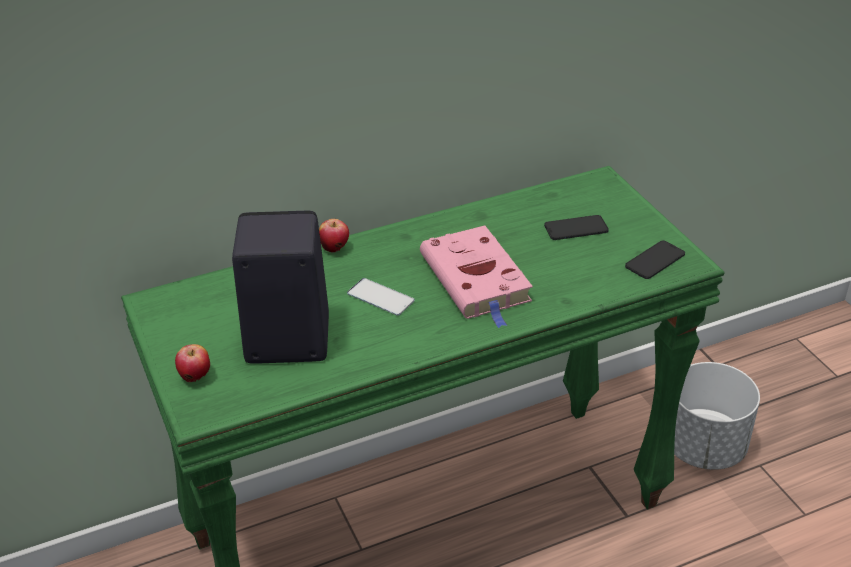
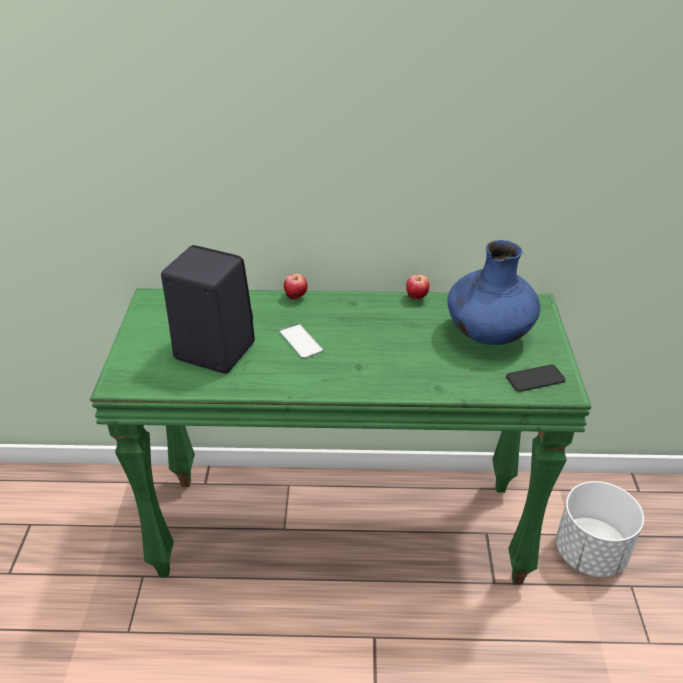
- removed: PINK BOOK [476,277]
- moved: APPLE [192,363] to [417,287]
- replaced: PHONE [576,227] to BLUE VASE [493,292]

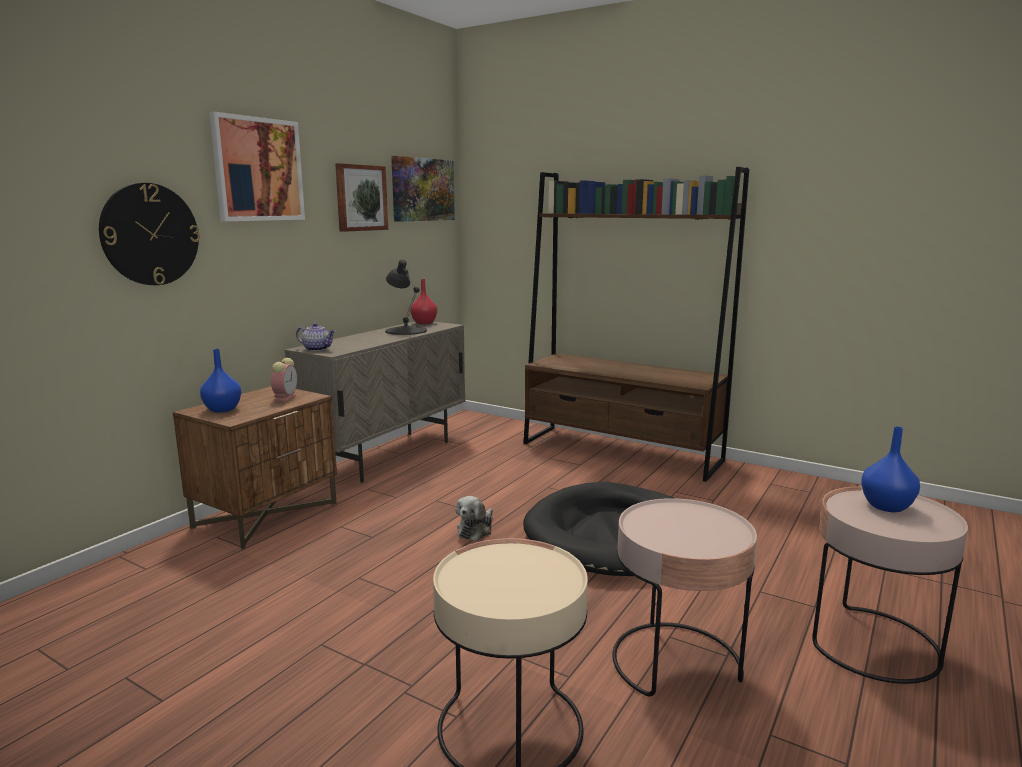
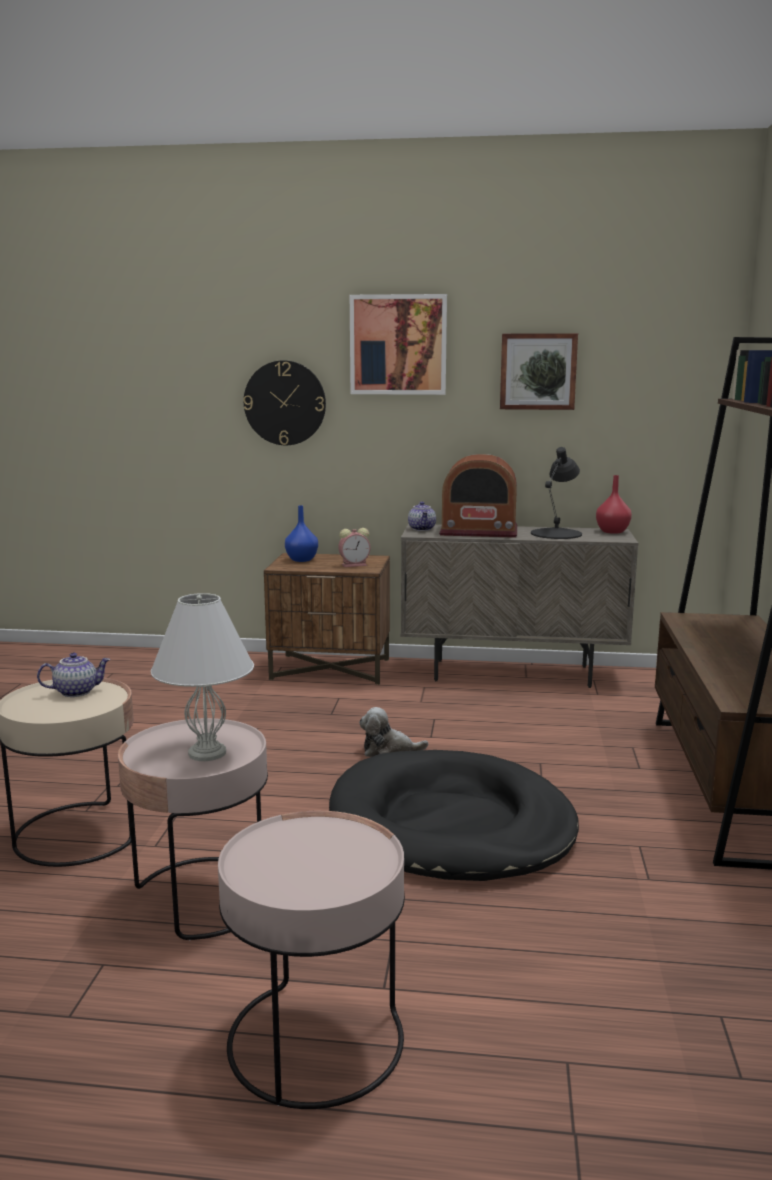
- removed: PICTURE [423,189]
- removed: BLUE VASE [890,469]
- added: TEAPOT [74,675]
- added: WHITE TABLE LAMP [202,677]
- added: RADIO [478,496]

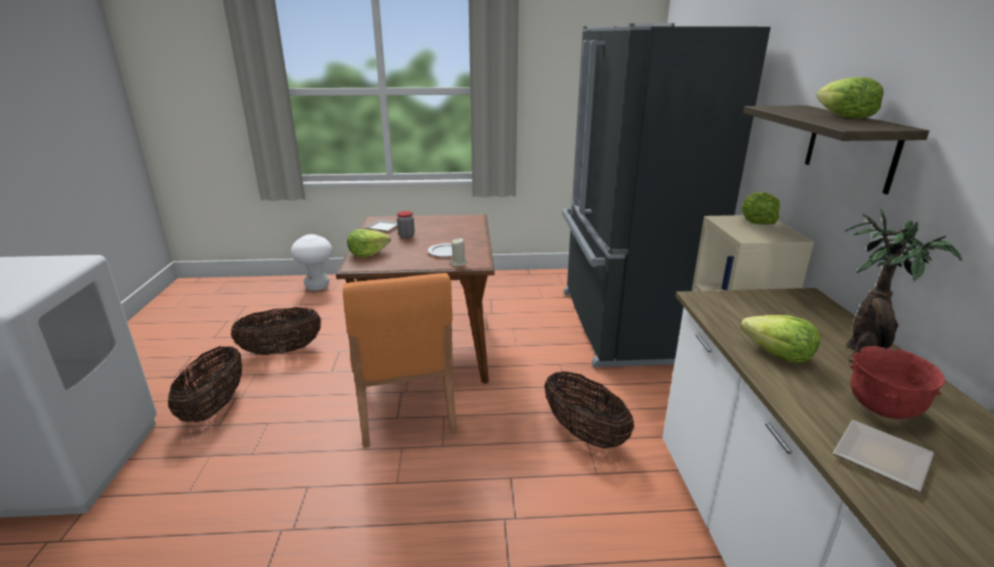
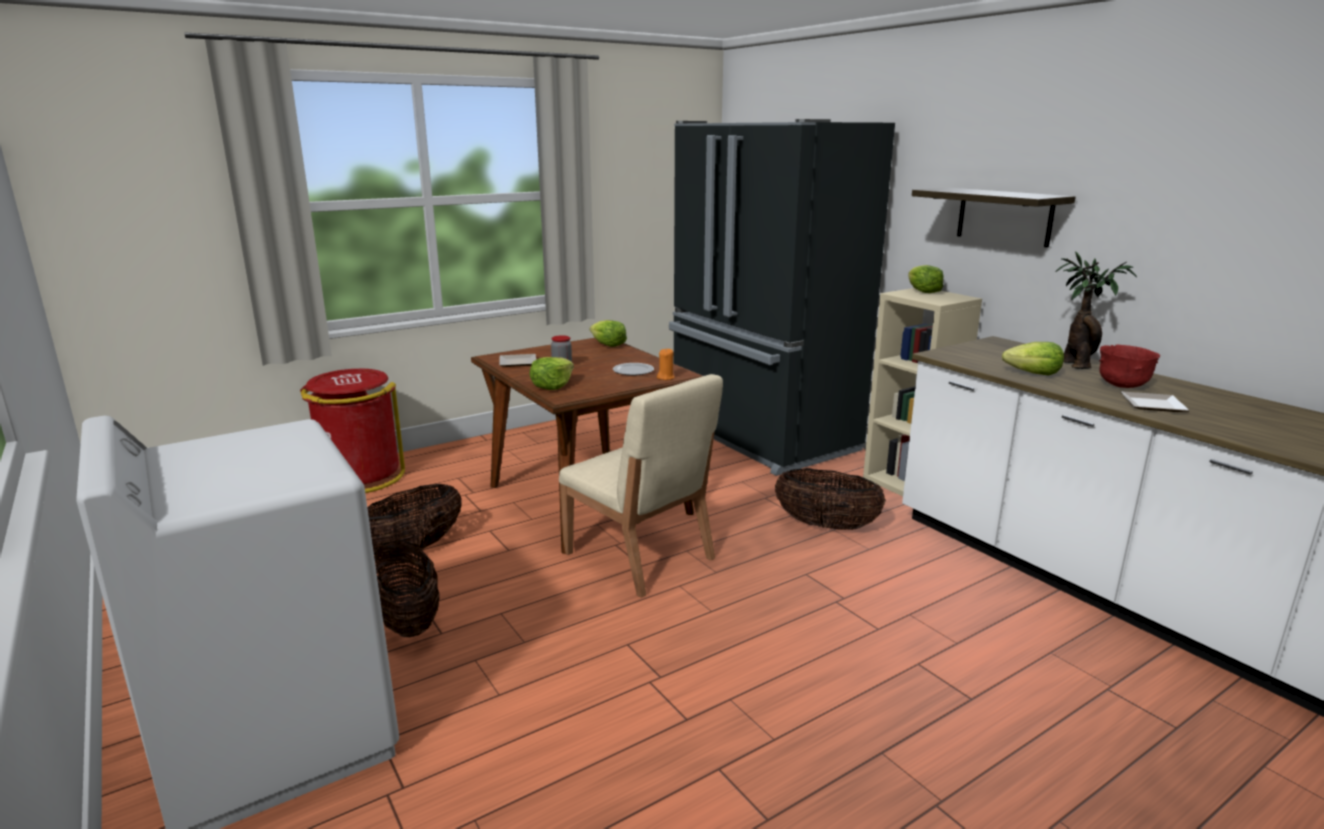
- moved: LETTUCE [849,98] to [608,333]
- replaced: WHITE STOOL [311,262] to RED TRASH CAN [352,431]
- recoloured: ORANGE CHAIR [400,360] to BEIGE CHAIR [641,486]
- recoloured: BEIGE CANDLE [458,252] to ORANGE CANDLE [666,364]

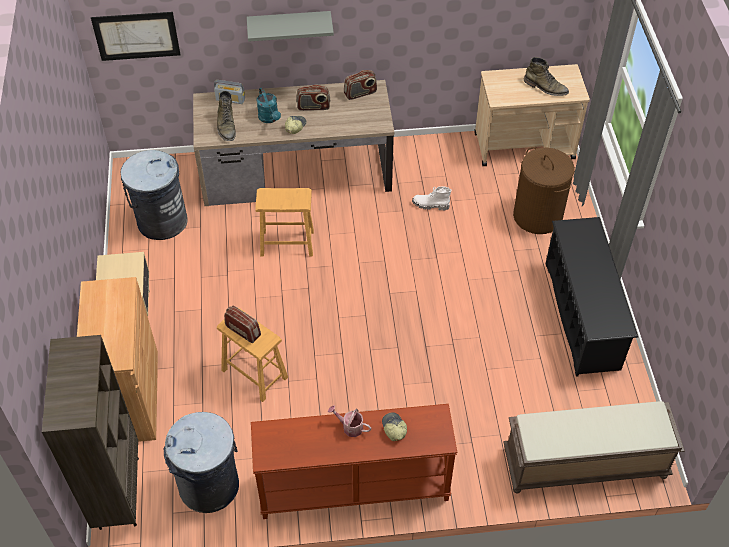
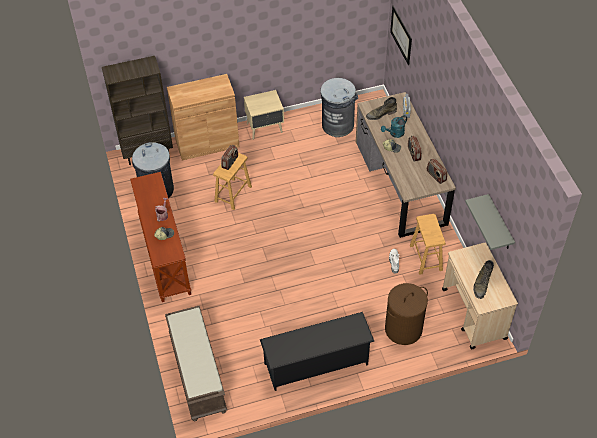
- moved: GREY SHELF [290,26] to [490,222]
- moved: BROWN STOOL [284,222] to [428,244]

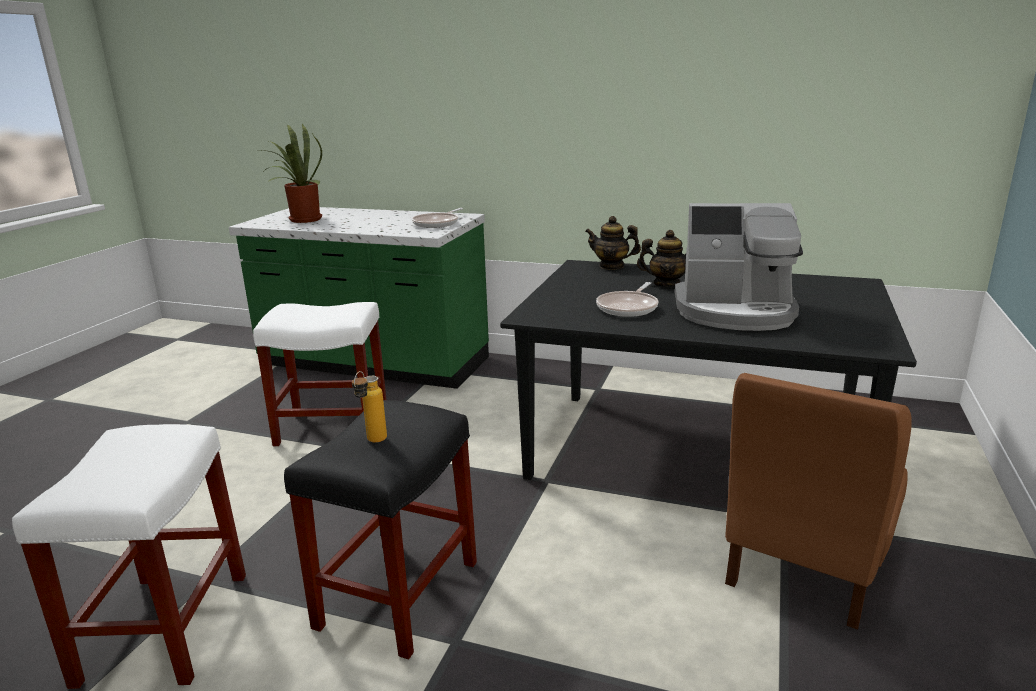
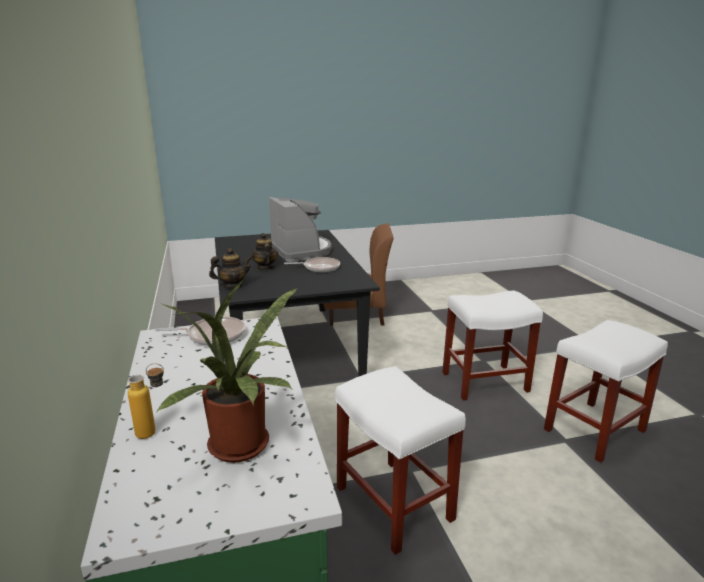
- moved: BOTTLE [369,407] to [146,401]
- recoloured: BLACK STOOL [380,529] to WHITE STOOL [492,345]
- turned: TEAPOT [613,243] = [230,268] 90 degrees counterclockwise

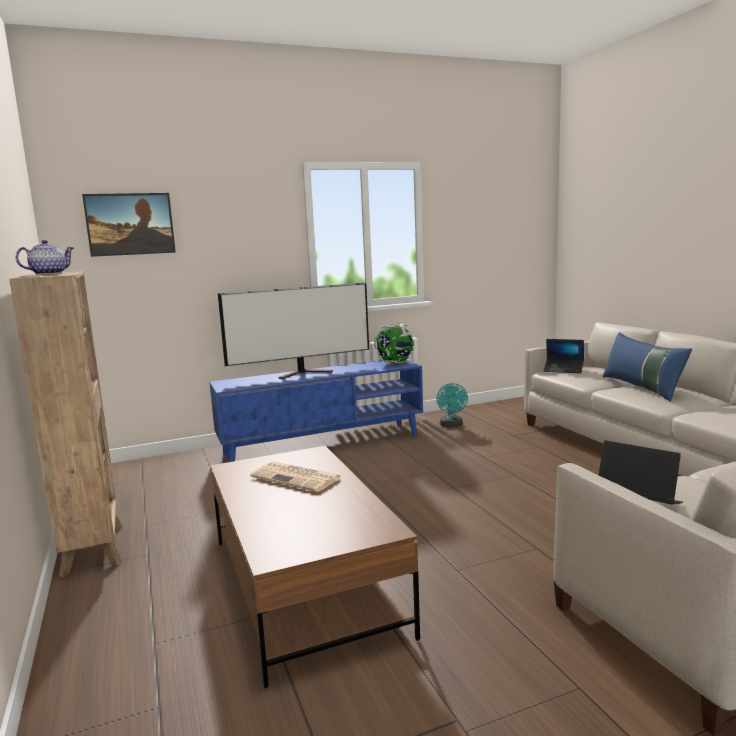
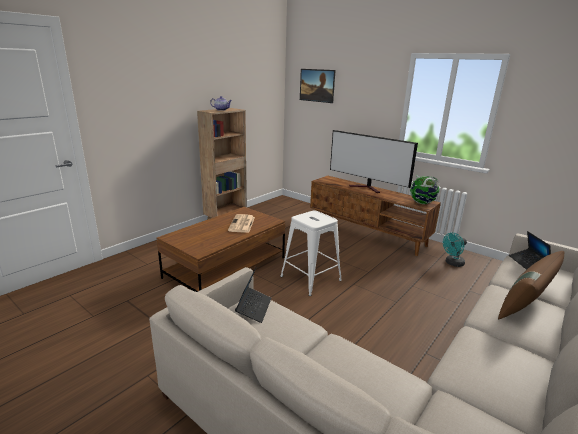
- added: WHITE STOOL [311,253]
- recoloured: BLUE TV STAND [316,411] to BROWN TV STAND [375,216]
- recoloured: BLUE PILLOW [647,366] to BROWN PILLOW [531,285]

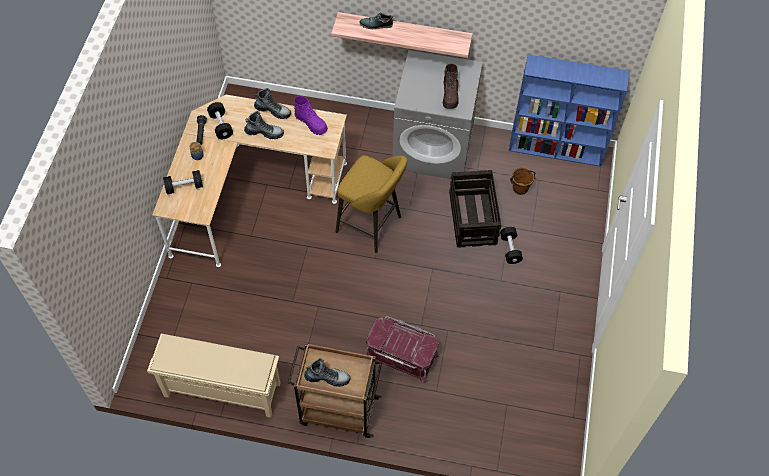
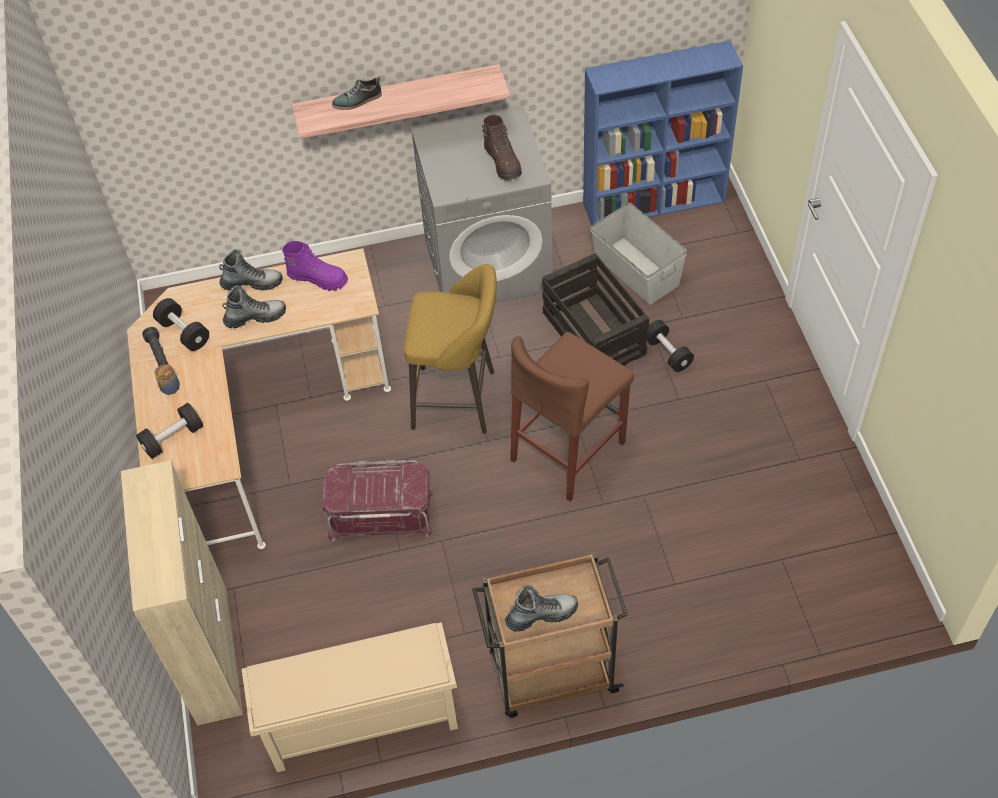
- added: BEIGE CABINET [182,593]
- added: BROWN STOOL [572,416]
- moved: RED STORAGE BOX [401,349] to [378,500]
- replaced: BROWN BUCKET [522,181] to GREY STORAGE BOX [639,254]

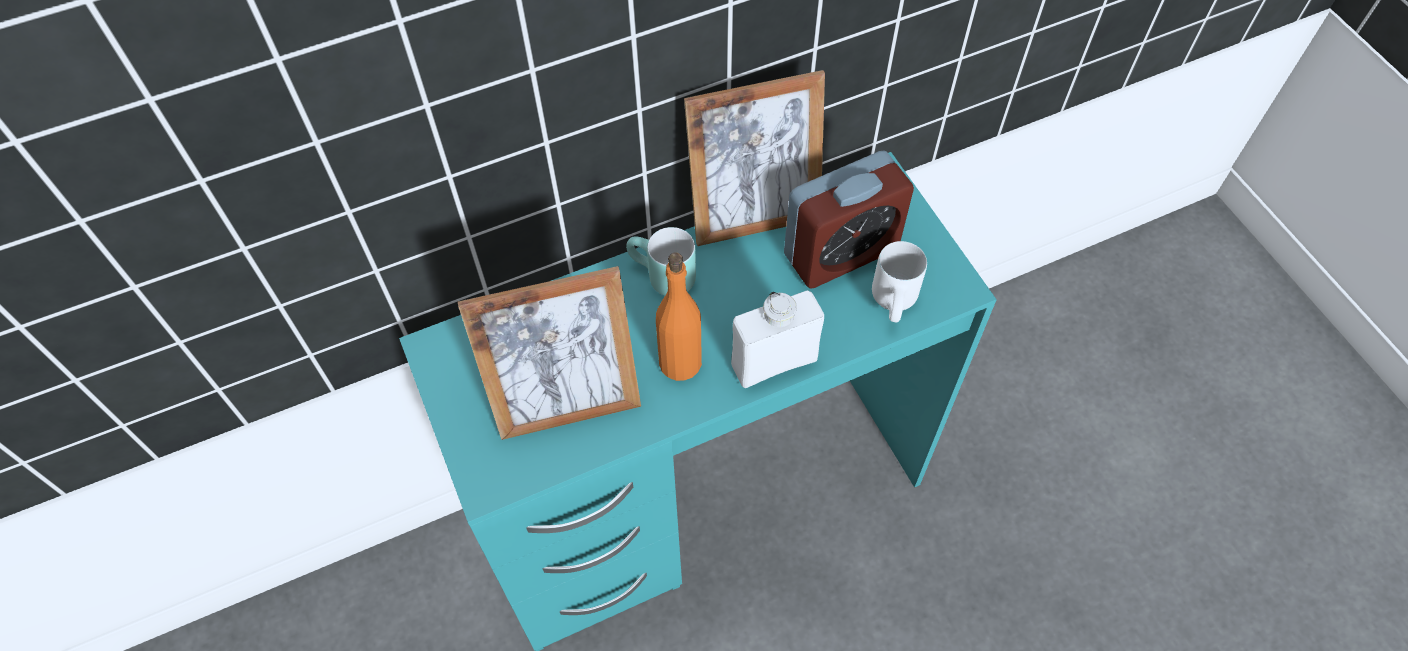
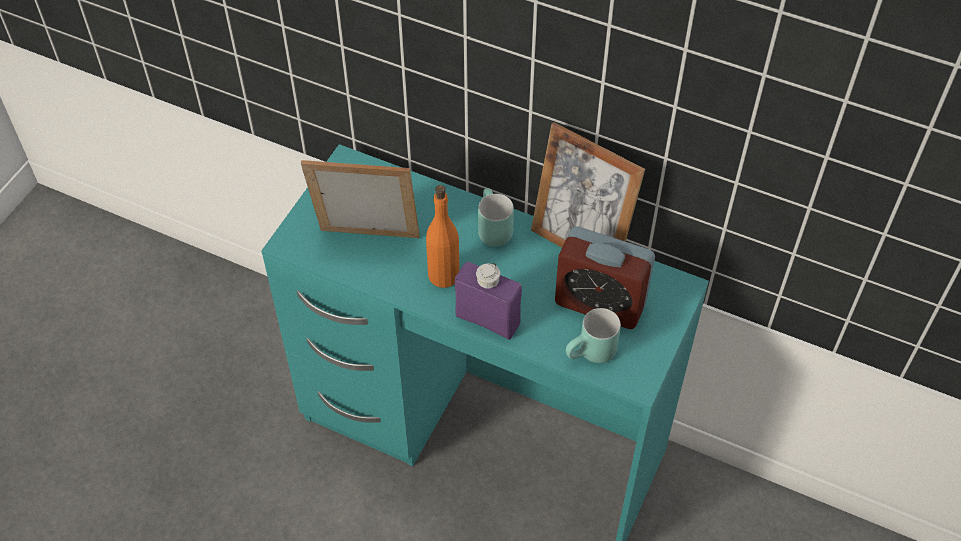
- recoloured: WHITE BOTTLE [777,339] to PURPLE BOTTLE [488,301]
- recoloured: WHITE MUG [899,281] to TURQUOISE MUG [593,335]
- turned: PICTURE FRAME [549,353] = [360,199] 150 degrees clockwise

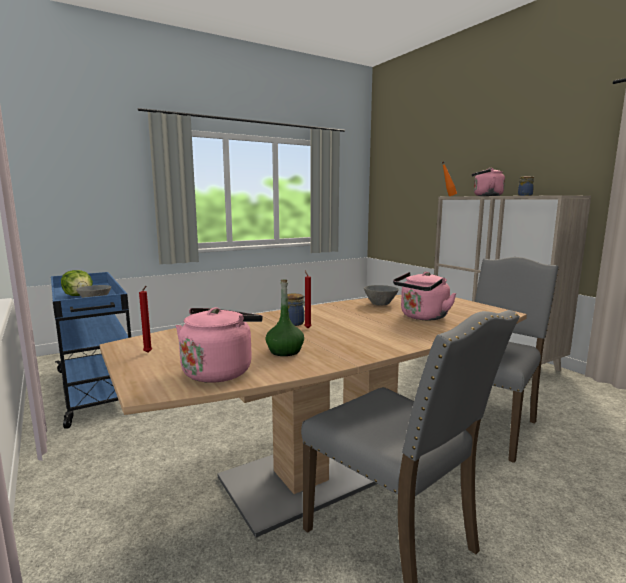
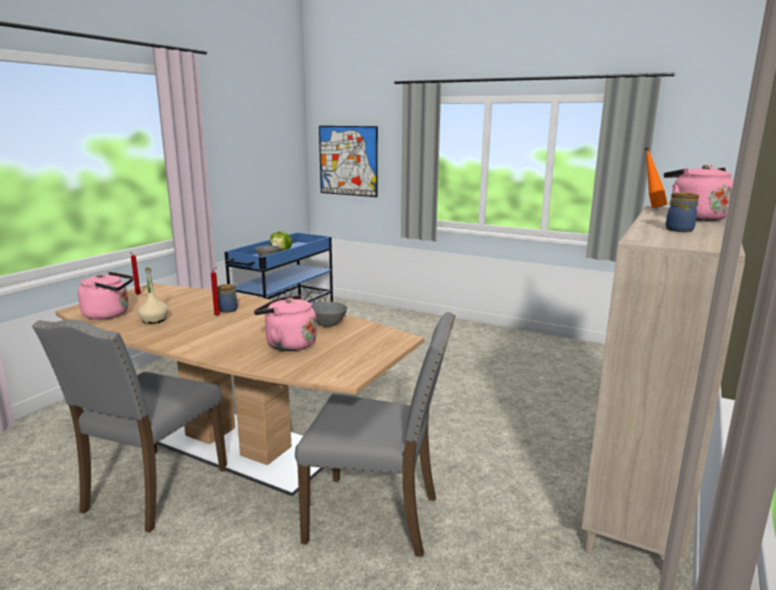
- added: PICTURE [348,161]
- recoloured: GREEN BOTTLE [284,318] to BEIGE BOTTLE [153,295]

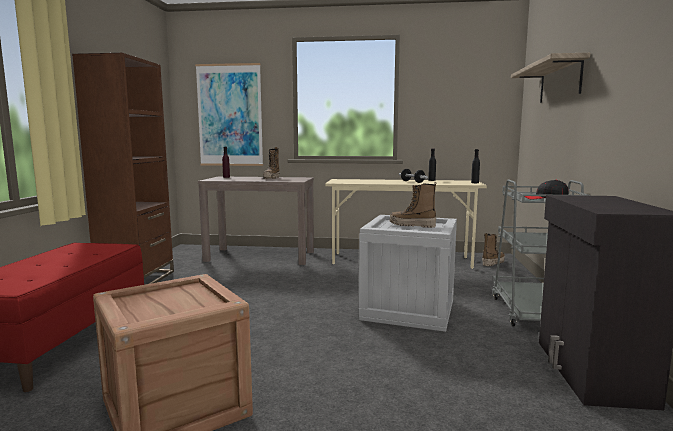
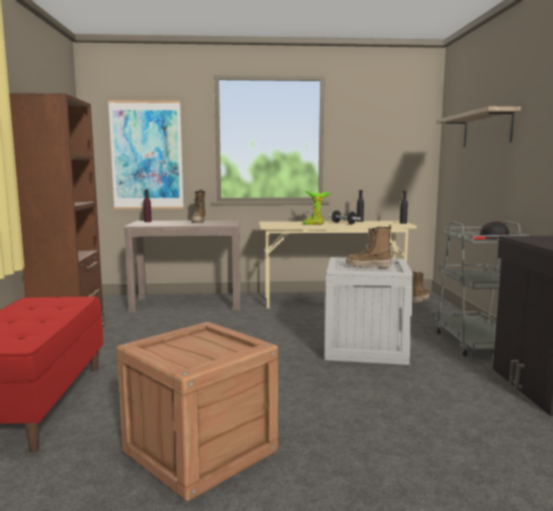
- added: POTTED PLANT [317,208]

